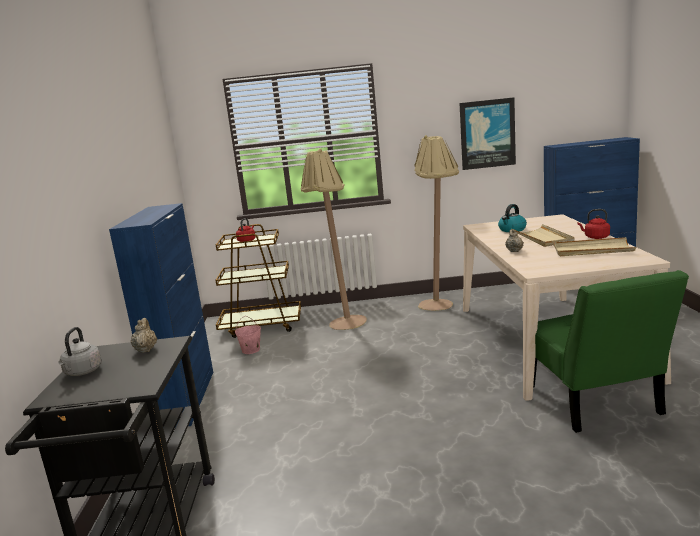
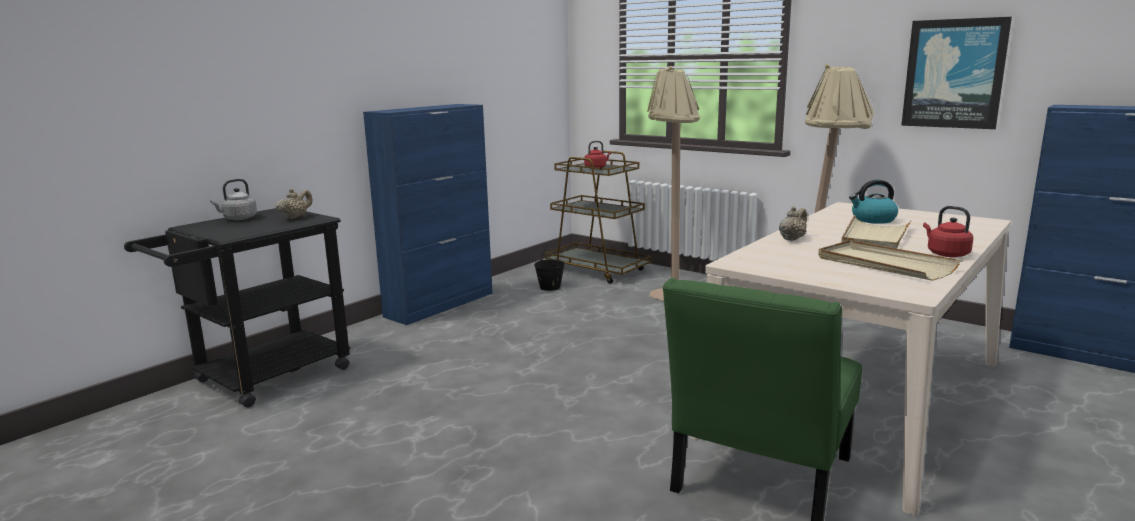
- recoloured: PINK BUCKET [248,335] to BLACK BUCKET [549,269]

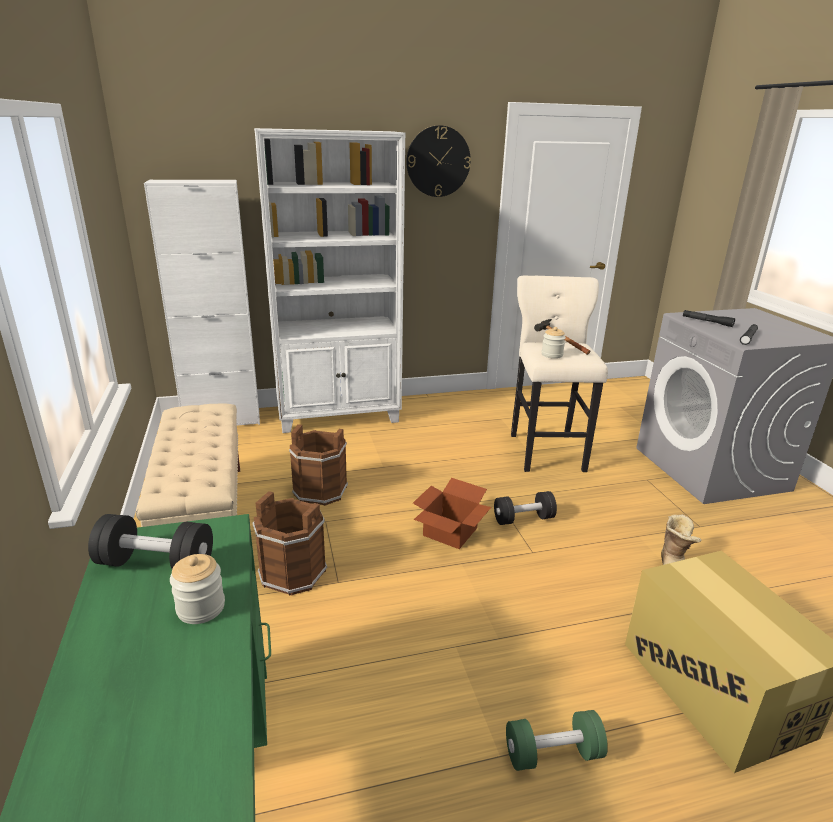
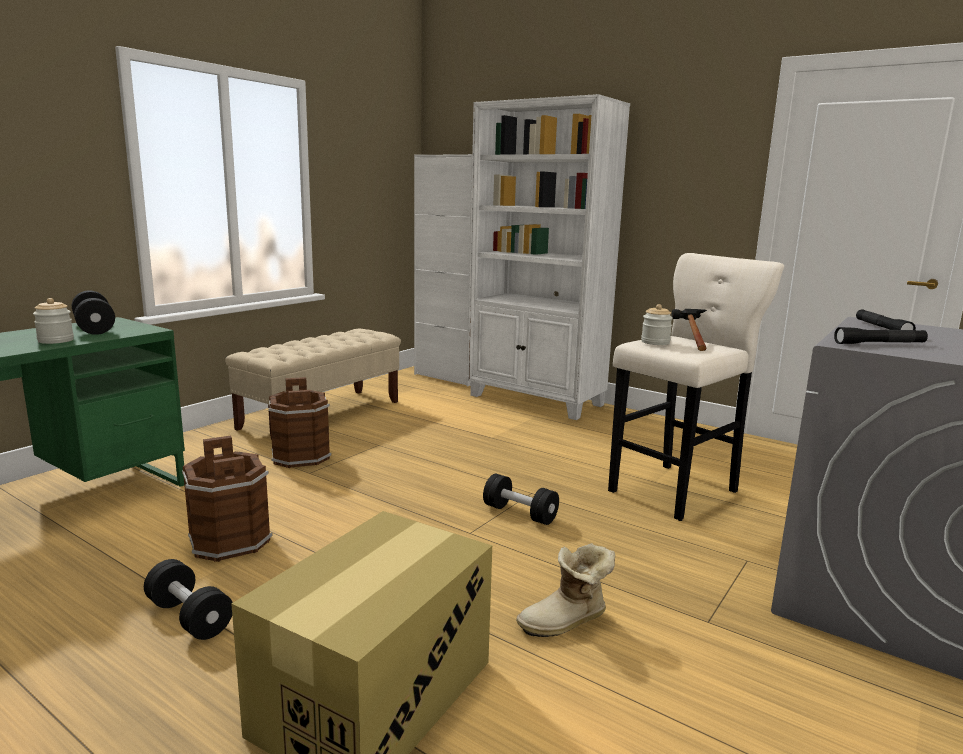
- removed: WALL CLOCK [438,161]
- removed: CARDBOARD BOX [452,513]
- moved: BROWN BUCKET [318,465] to [227,498]
- recoloured: GREEN DUMBBELL [557,740] to BLACK DUMBBELL [188,599]

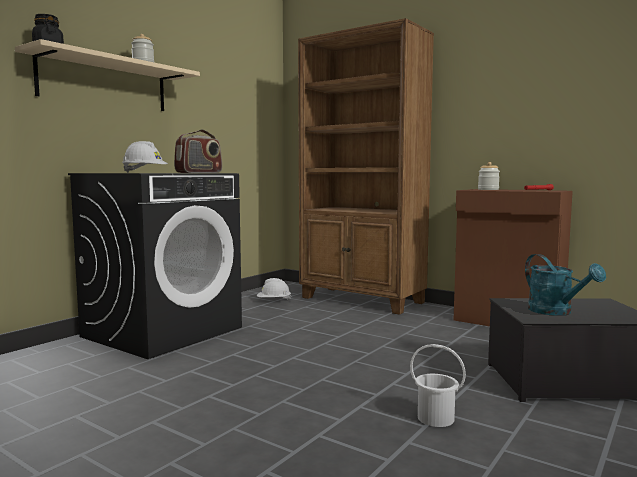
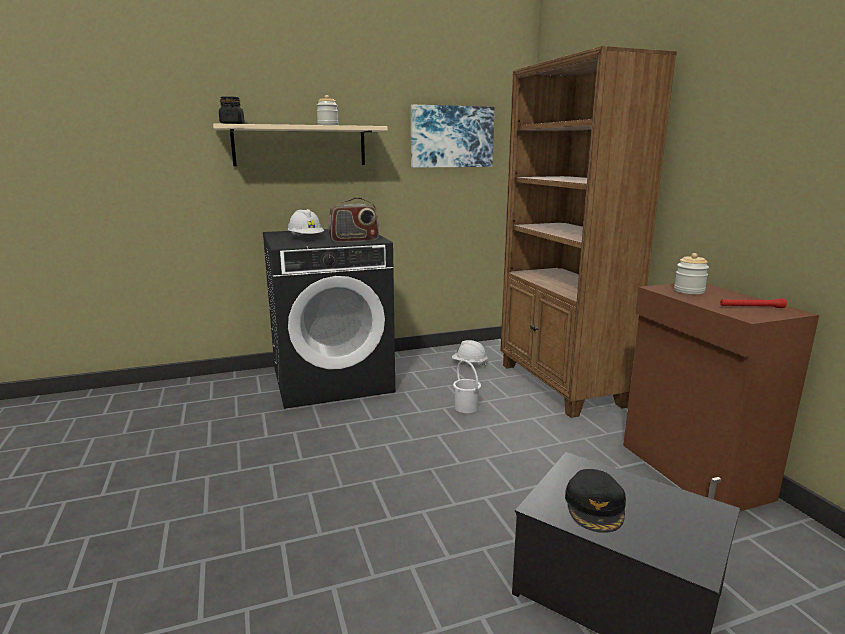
- added: PICTURE [452,136]
- moved: WHITE BUCKET [438,385] to [467,386]
- replaced: TURQUOISE WATERING CAN [565,285] to BLACK CAP [595,501]

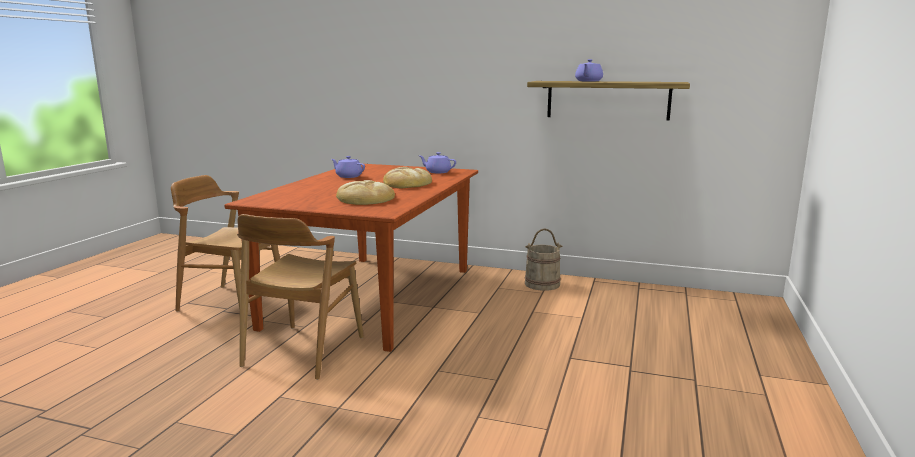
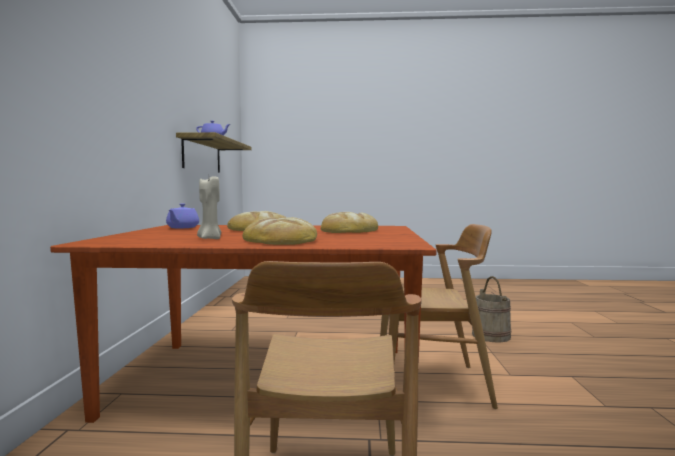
- added: BREAD [280,231]
- moved: BEIGE BUCKET [543,259] to [491,309]
- replaced: PURPLE TEAPOT [348,167] to BEIGE CANDLE [209,208]

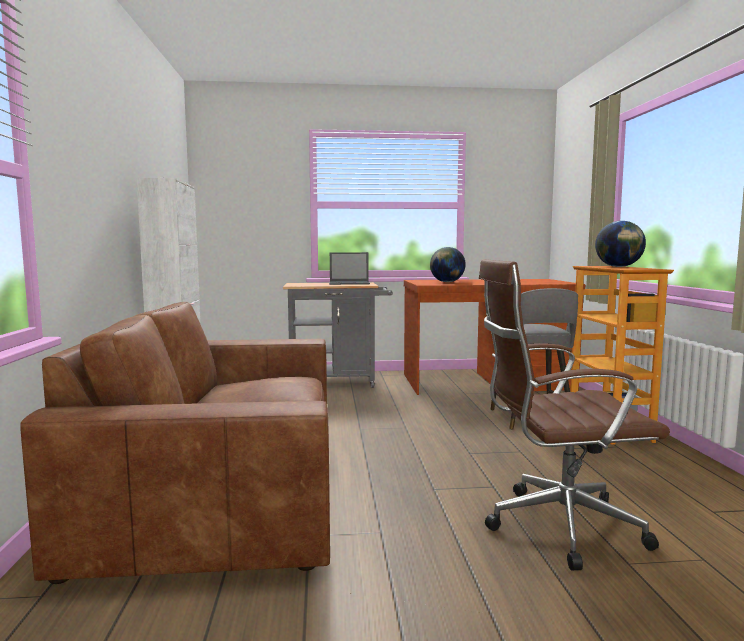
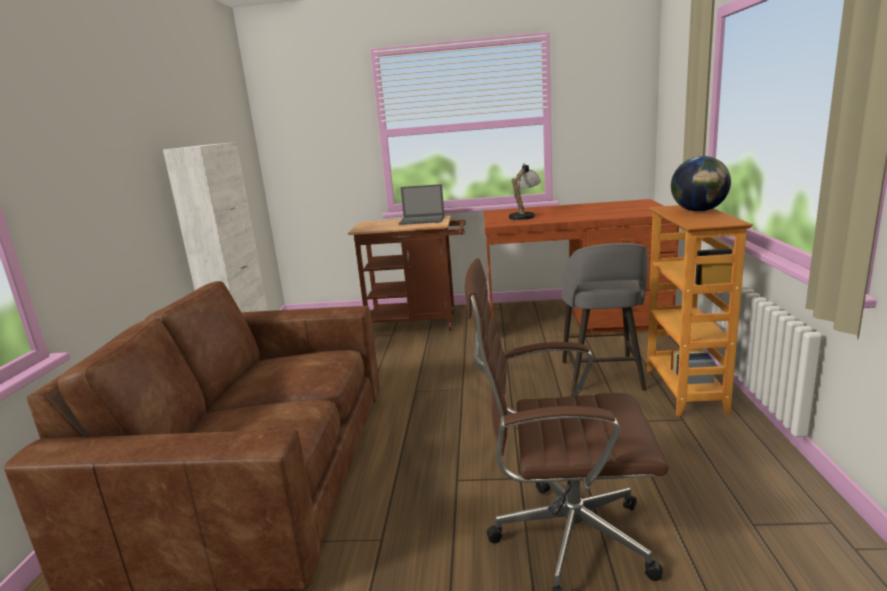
- replaced: GLOBE [448,264] to TABLE LAMP [525,192]
- recoloured: GREY CART [338,335] to BROWN CART [407,272]

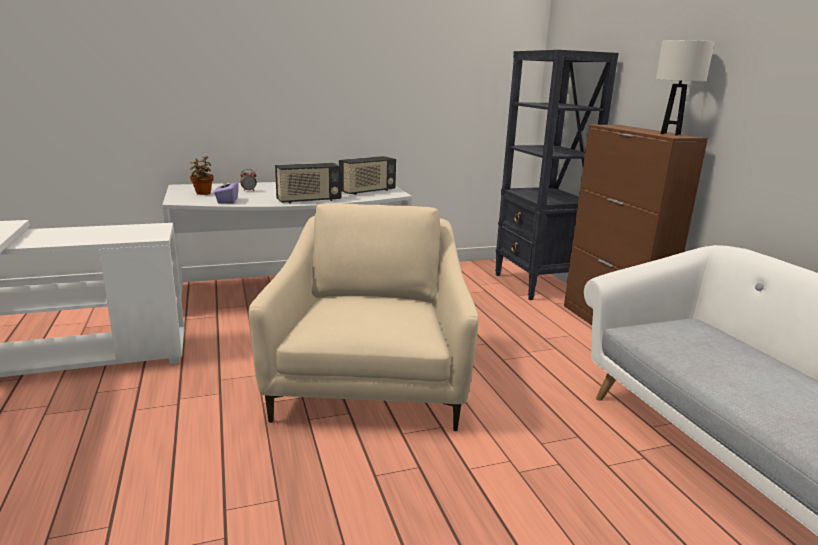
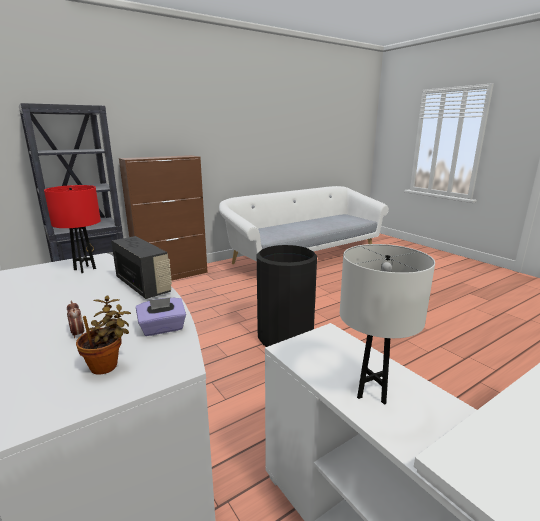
- moved: WHITE TABLE LAMP [685,88] to [387,324]
- replaced: BEIGE ARMCHAIR [364,317] to BLACK TRASH CAN [287,296]
- replaced: RADIO [367,175] to RED TABLE LAMP [72,229]

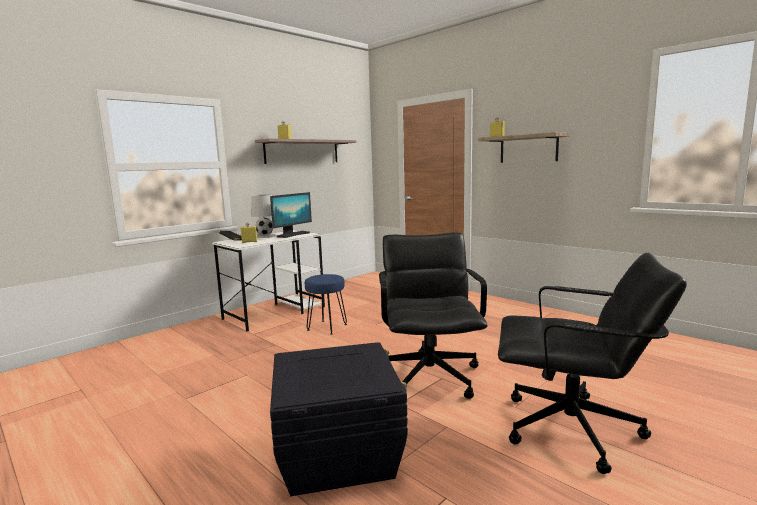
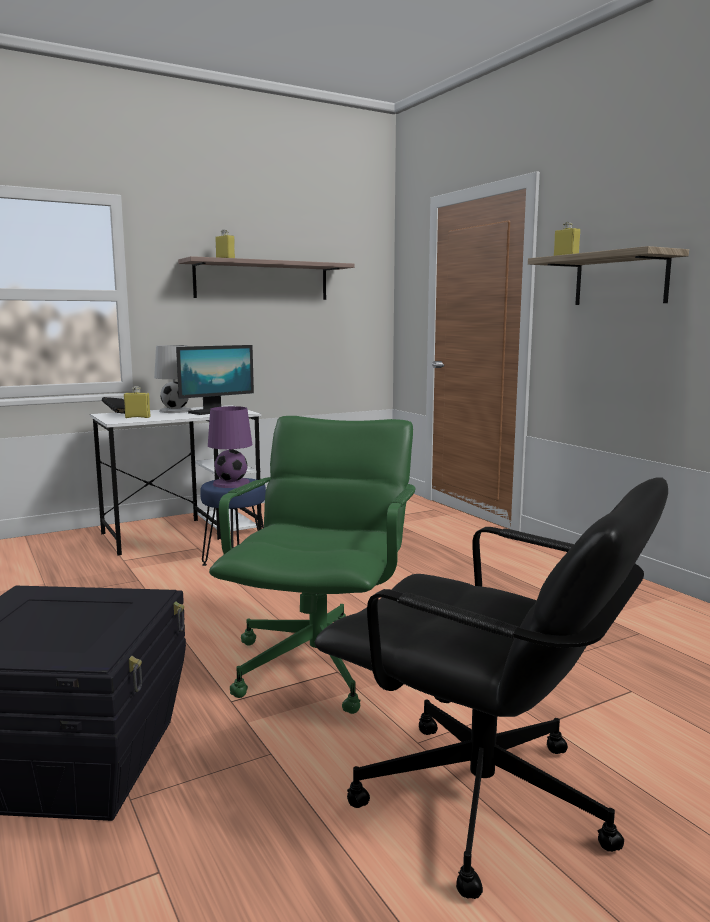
- added: PURPLE TABLE LAMP [230,447]
- recoloured: BLACK OFFICE CHAIR [433,315] to GREEN OFFICE CHAIR [312,565]

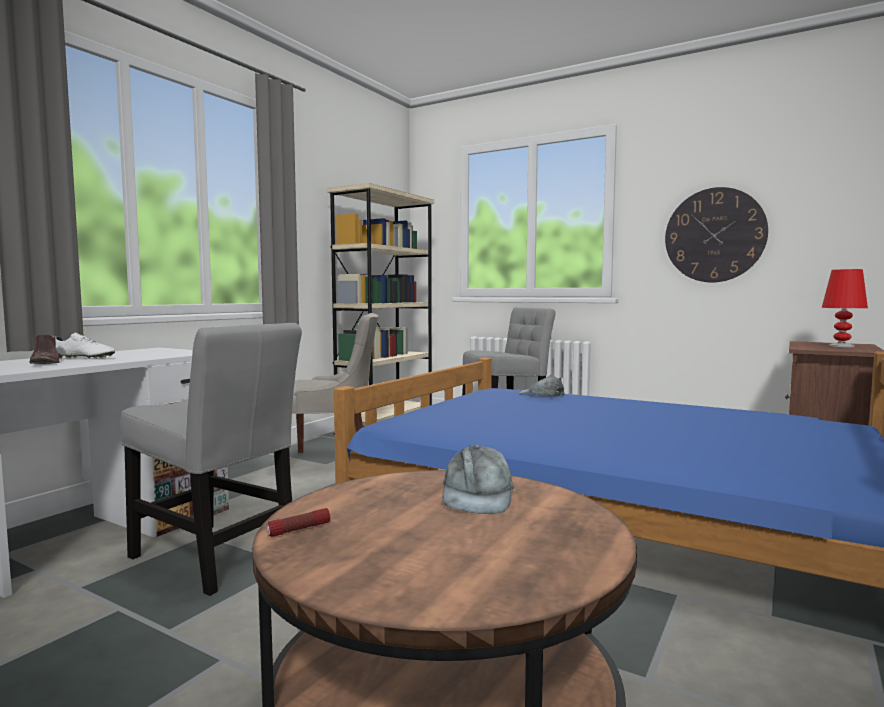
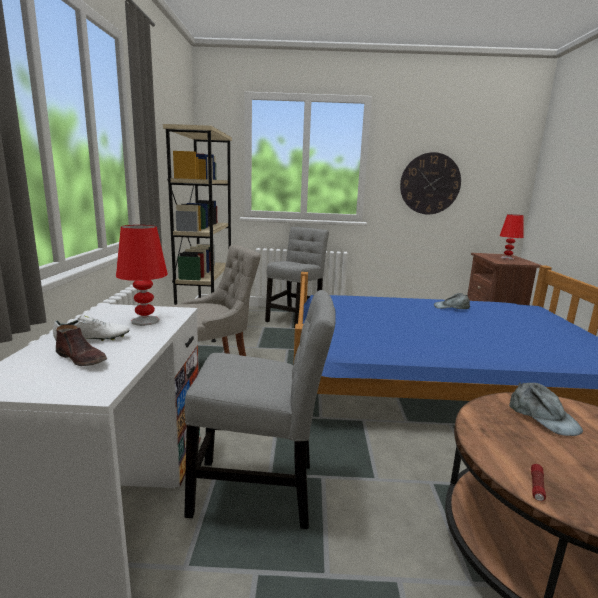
- added: RED TABLE LAMP [142,275]
- moved: GREY CAP [541,385] to [452,301]

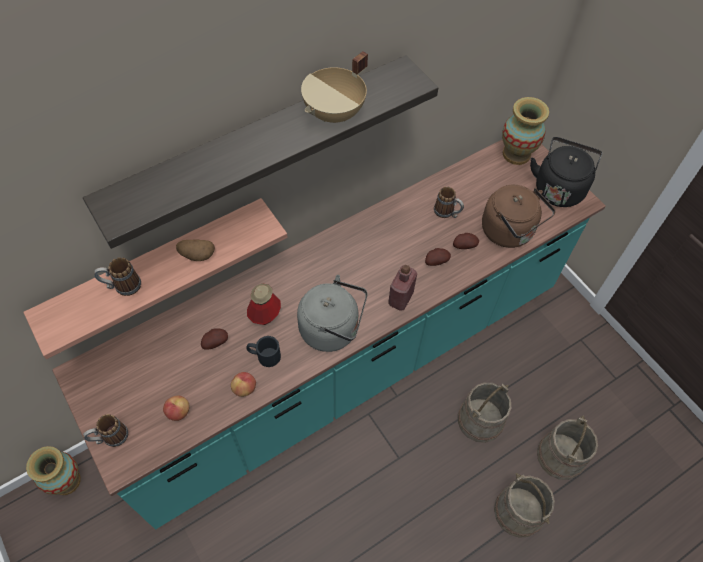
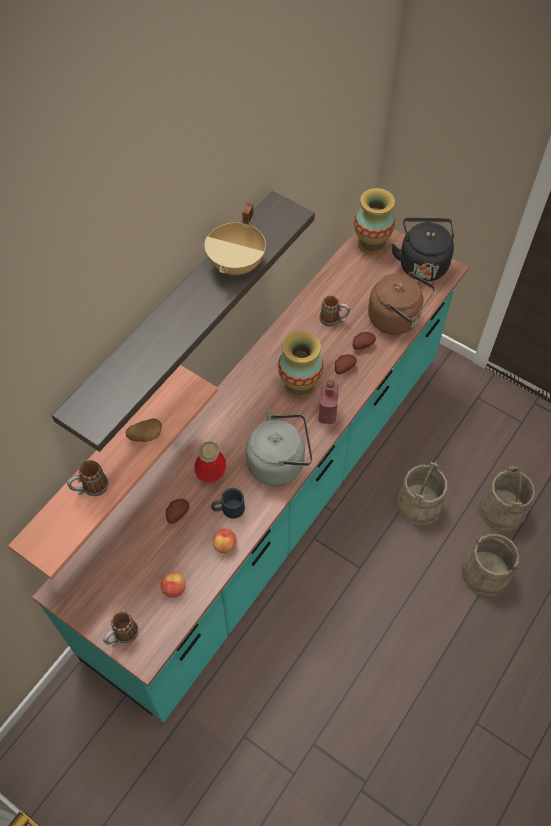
- moved: VASE [53,470] to [301,364]

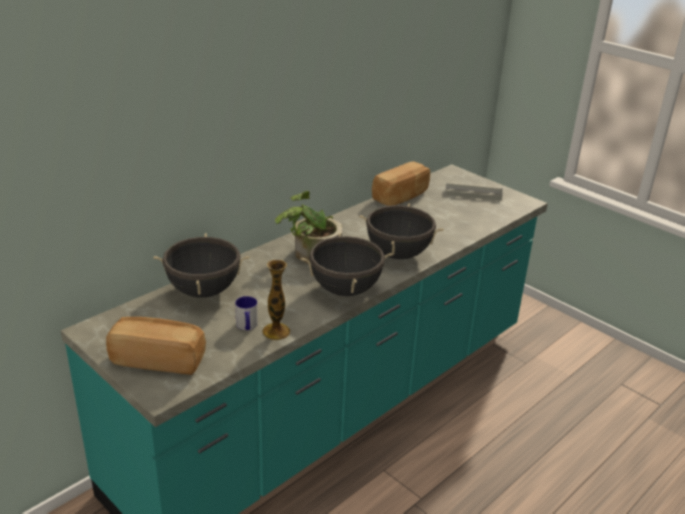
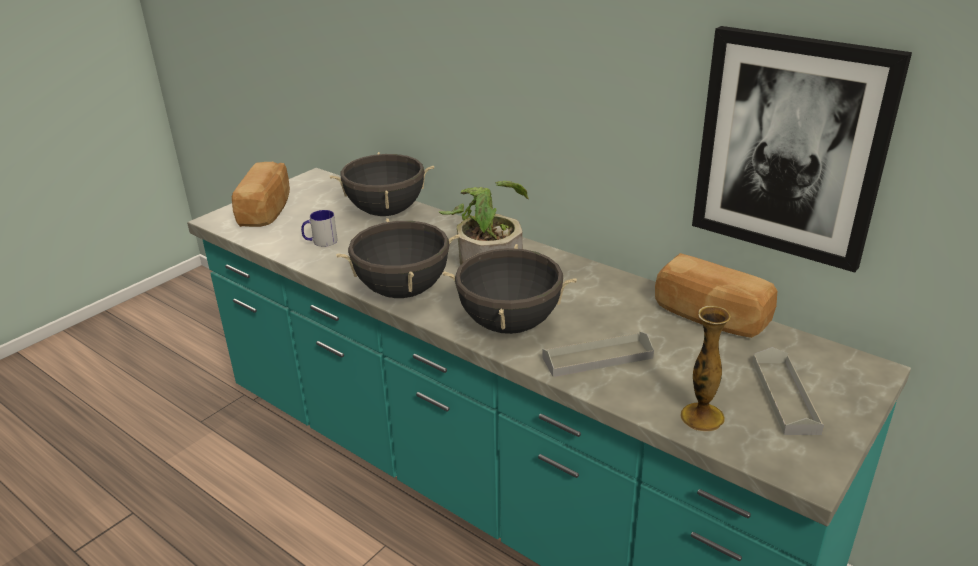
- added: GREY TRAY [598,354]
- added: PICTURE [802,149]
- moved: VASE [276,300] to [705,369]

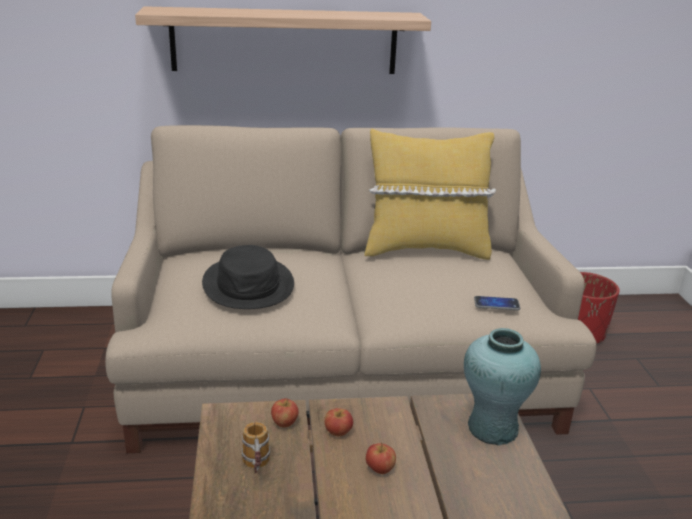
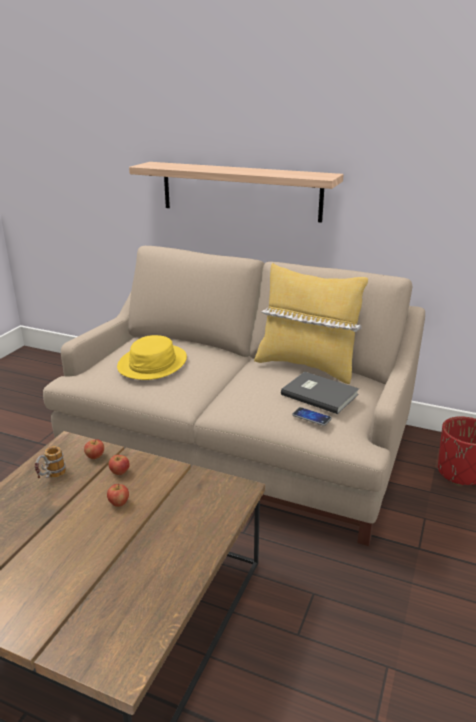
- removed: TURQUOISE VASE [502,387]
- added: GREY BOOK [320,393]
- recoloured: BLACK HAT [248,277] to YELLOW HAT [152,357]

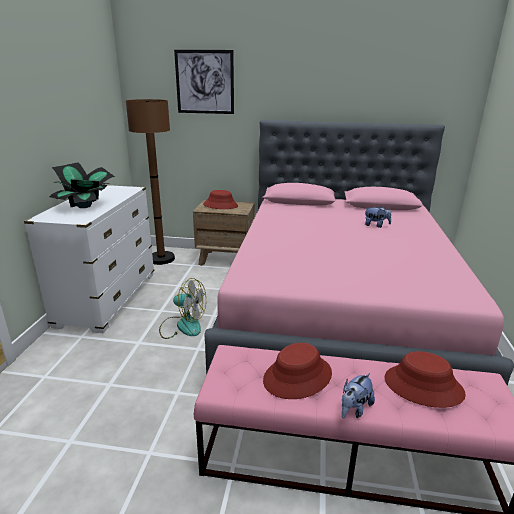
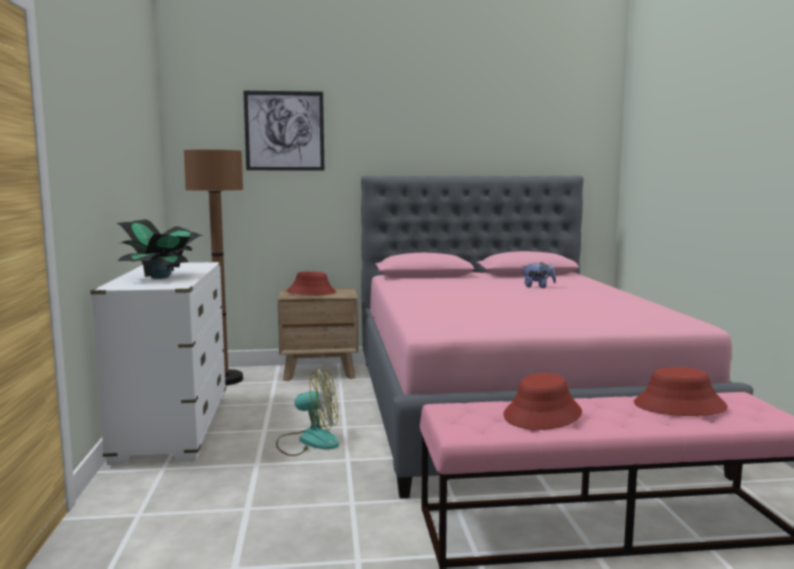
- removed: PLUSH TOY [358,395]

